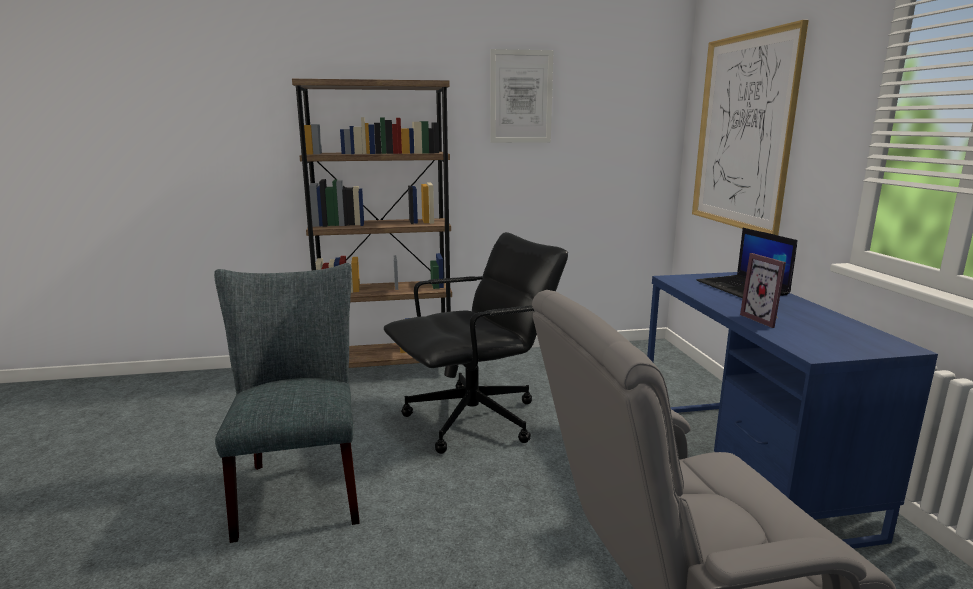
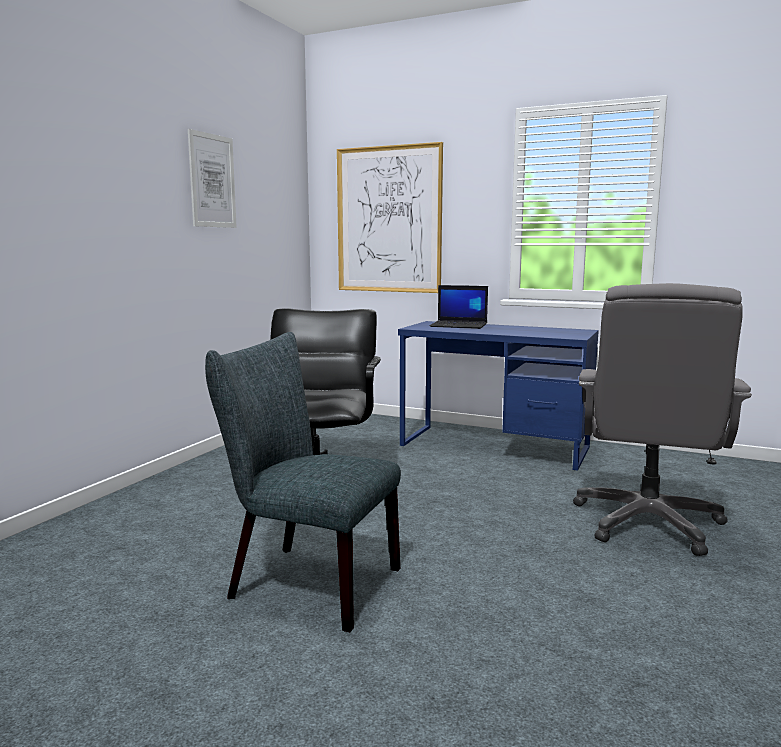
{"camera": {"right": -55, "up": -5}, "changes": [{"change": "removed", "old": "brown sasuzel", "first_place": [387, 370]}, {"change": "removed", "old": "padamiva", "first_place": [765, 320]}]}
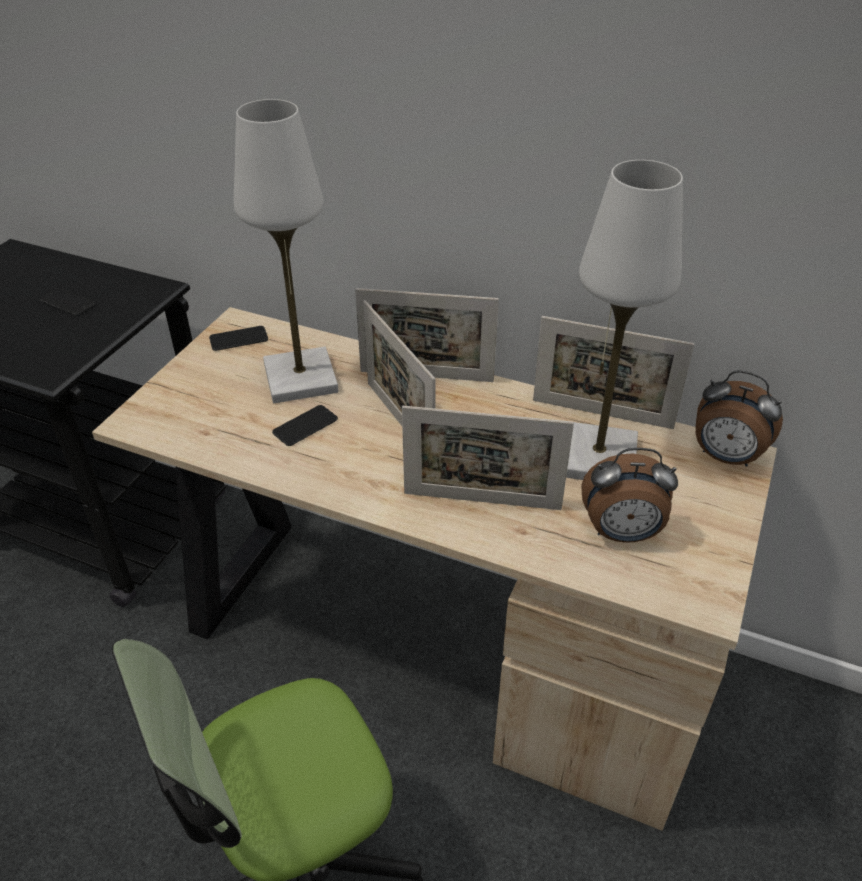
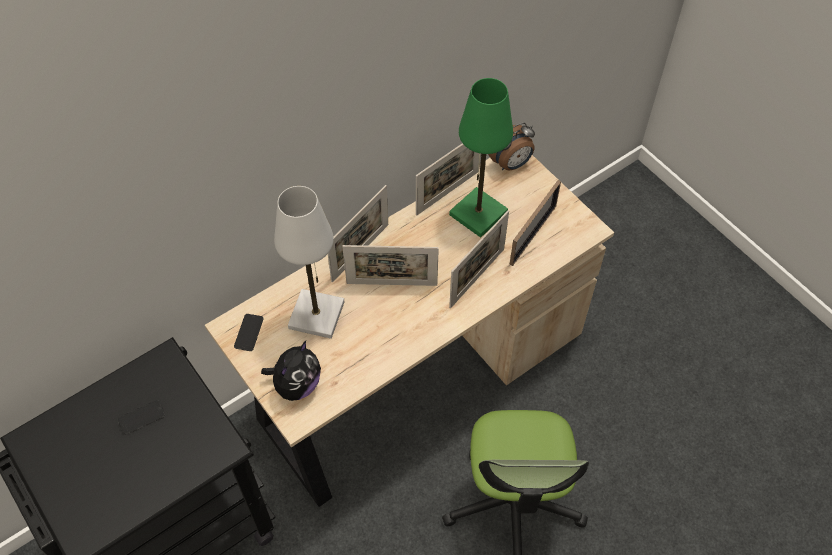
{"camera": {"right": -60, "up": 15}, "changes": [{"change": "recoloured", "old": "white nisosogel", "new": "green nisosogel", "first_place": [597, 458], "second_place": [478, 214]}, {"change": "removed", "old": "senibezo", "first_place": [305, 426]}, {"change": "replaced", "old": "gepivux", "new": "padamiva", "first_place": [621, 533], "second_place": [533, 234]}, {"change": "added", "new": "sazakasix", "second_place": [296, 385]}]}
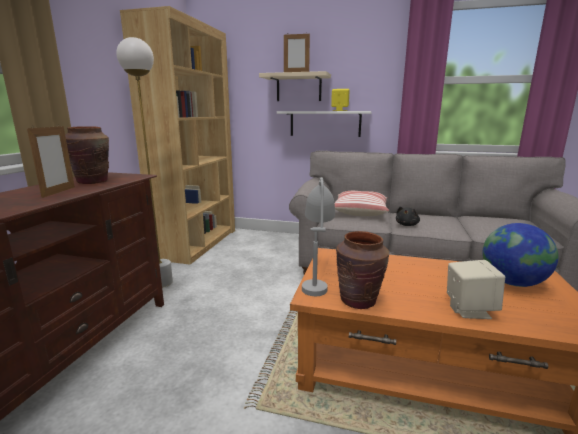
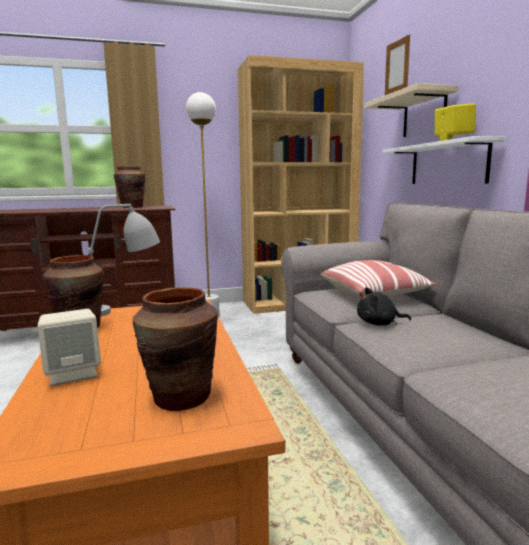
{"camera": {"right": 60, "up": -5}, "changes": [{"change": "removed", "old": "padamiva", "first_place": [59, 192]}, {"change": "replaced", "old": "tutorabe", "new": "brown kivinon", "first_place": [512, 283], "second_place": [181, 398]}]}
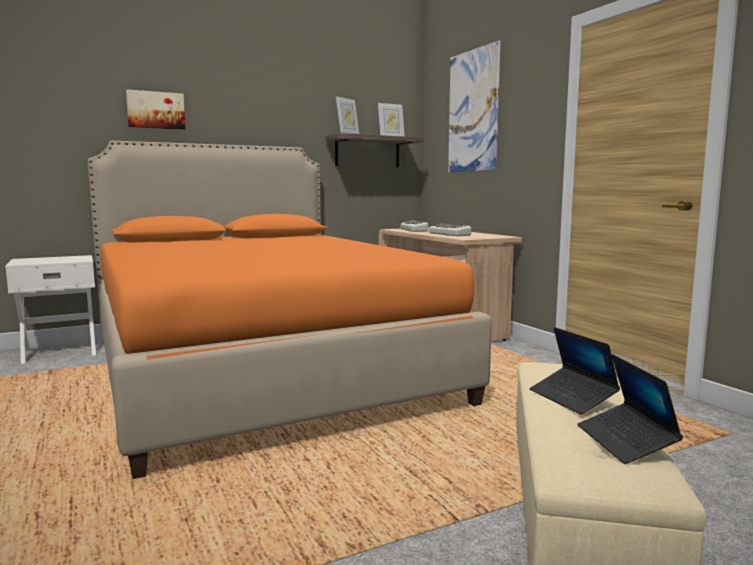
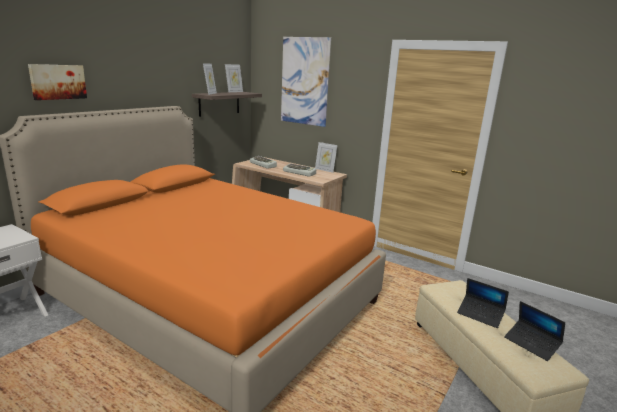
{"camera": {"right": -30, "up": 10}, "changes": [{"change": "added", "new": "padamiva", "second_place": [325, 170]}]}
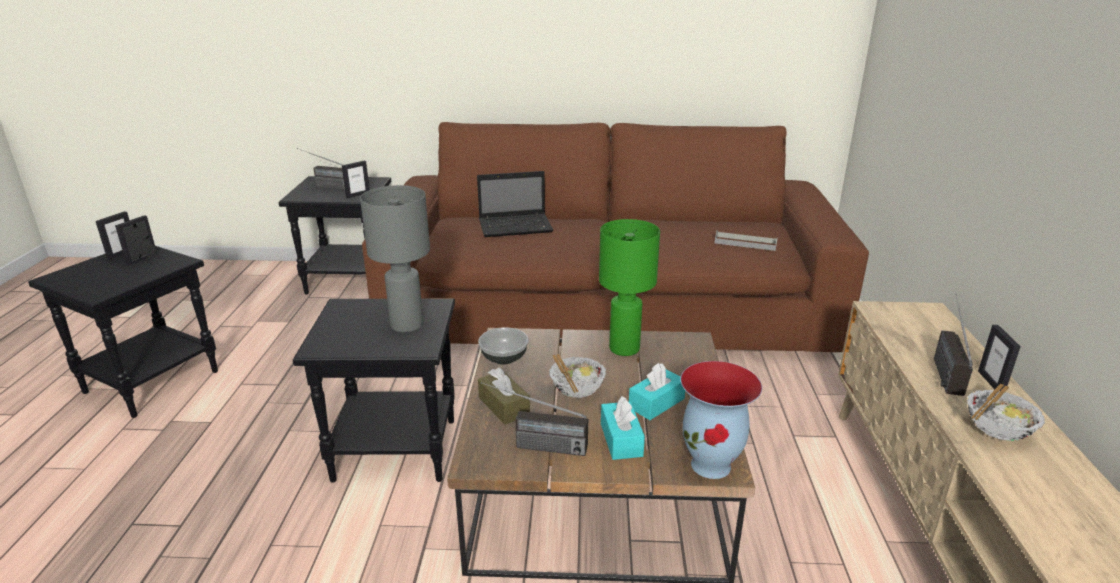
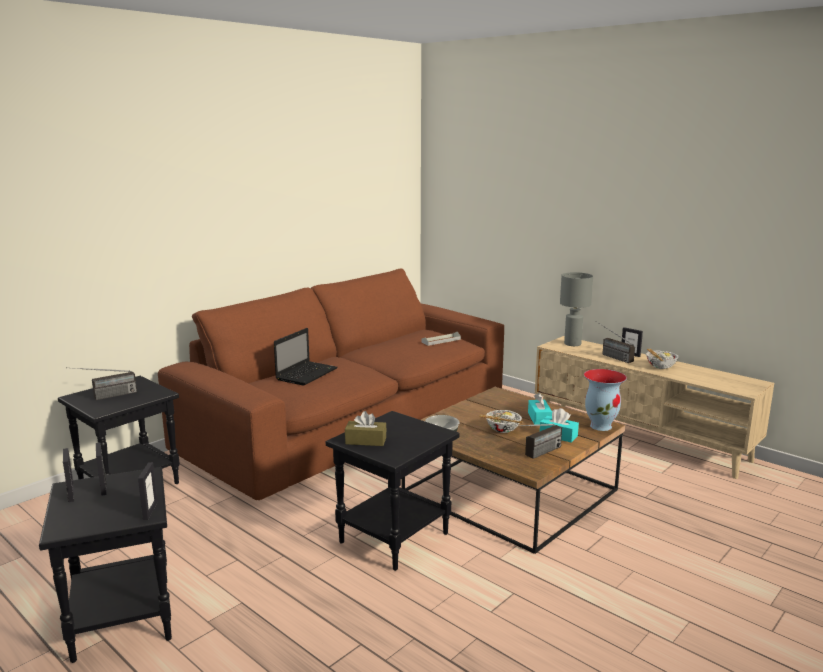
{"camera": {"right": -50, "up": -10}, "changes": [{"change": "moved", "old": "padamiva", "first_place": [358, 195], "second_place": [150, 510]}, {"change": "moved", "old": "grey nisosogel", "first_place": [407, 325], "second_place": [573, 344]}, {"change": "removed", "old": "green nisosogel", "first_place": [624, 349]}, {"change": "moved", "old": "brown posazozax", "first_place": [504, 406], "second_place": [366, 441]}]}
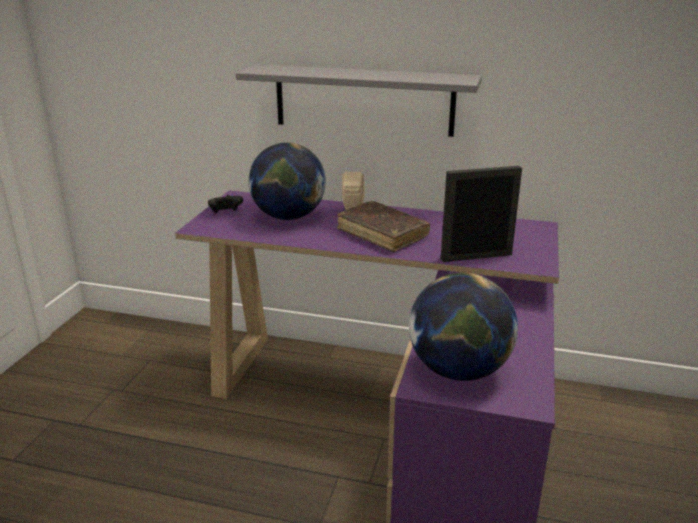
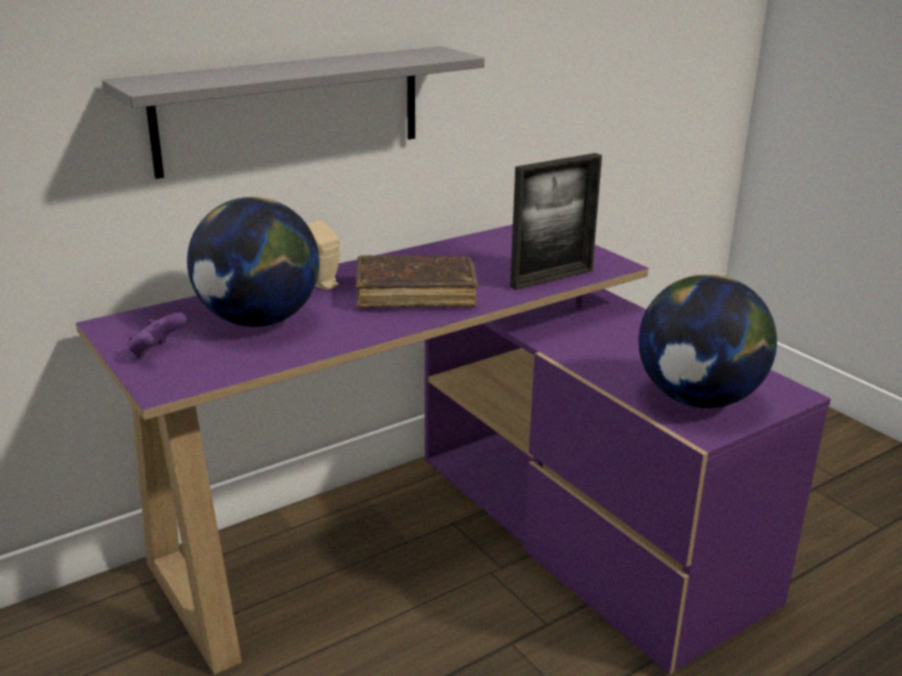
{"camera": {"right": -50, "up": 0}, "changes": [{"change": "turned", "old": "padamiva", "first_place": [476, 257], "second_place": [552, 278], "degrees": -150}, {"change": "recoloured", "old": "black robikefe", "new": "purple robikefe", "first_place": [226, 213], "second_place": [157, 352]}]}
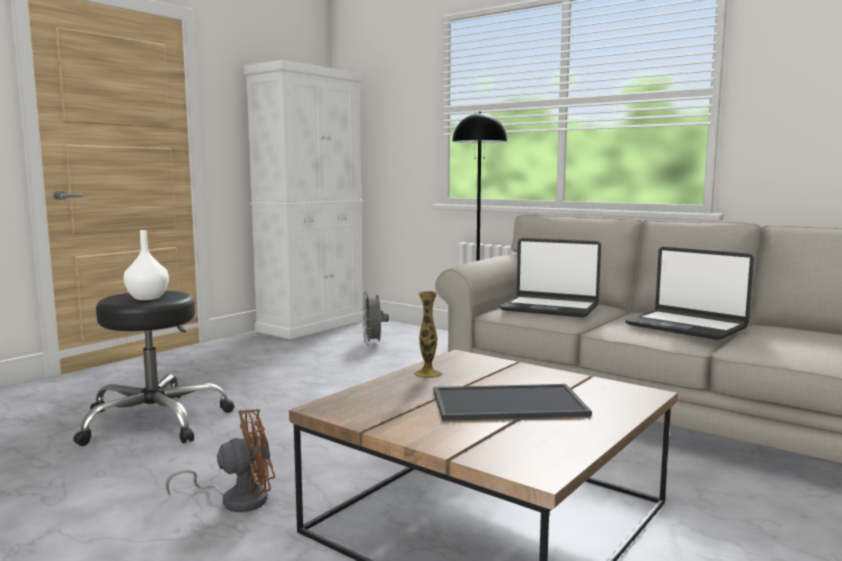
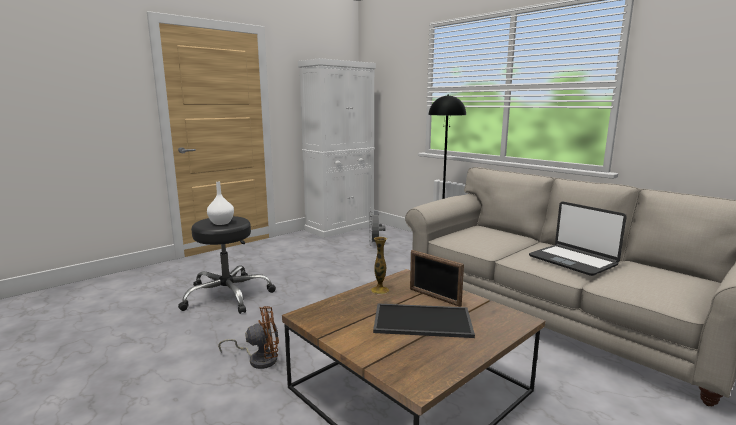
{"camera": {"right": 10, "up": 5}, "changes": [{"change": "removed", "old": "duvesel", "first_place": [550, 308]}, {"change": "added", "new": "padamiva", "second_place": [434, 297]}]}
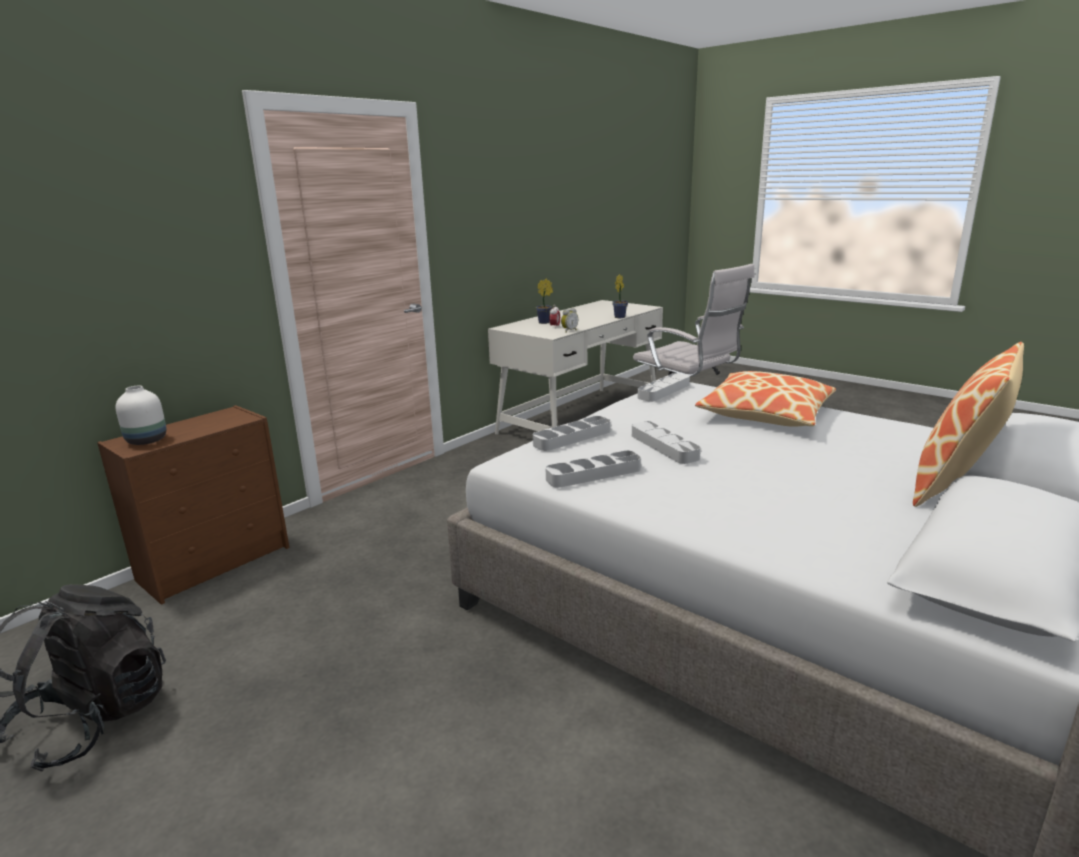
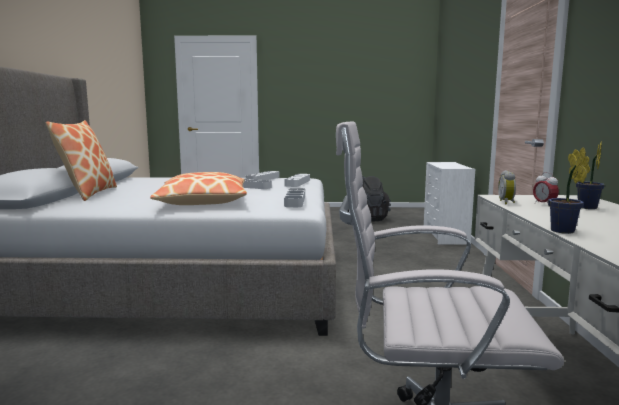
{"camera": {"right": 140, "up": -10}, "changes": [{"change": "removed", "old": "white kivinon", "first_place": [147, 441]}, {"change": "recoloured", "old": "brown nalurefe", "new": "white nalurefe", "first_place": [217, 563], "second_place": [445, 236]}]}
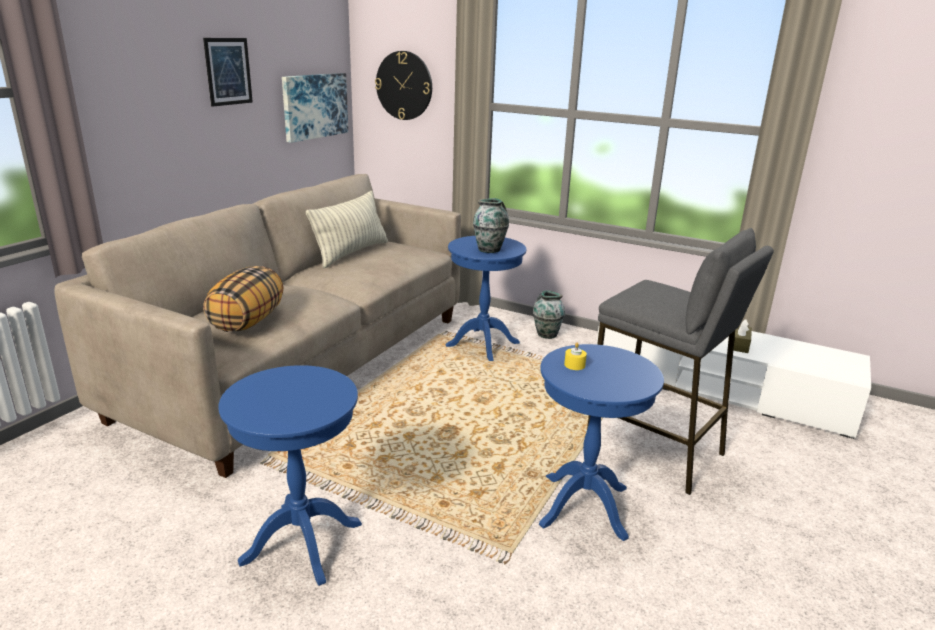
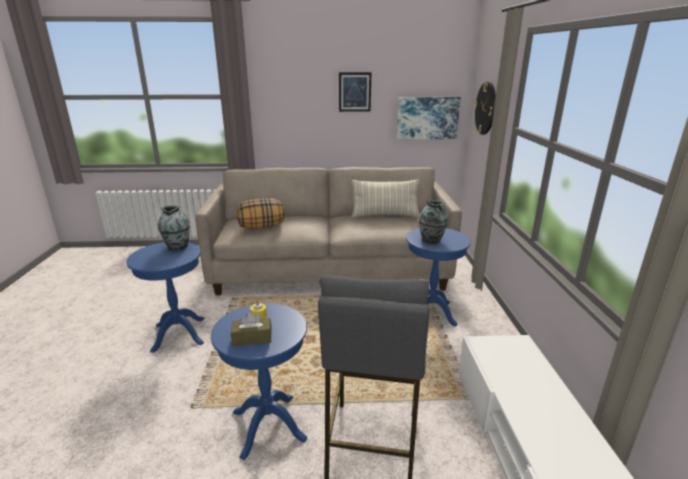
{"camera": {"right": 60, "up": 0}, "changes": [{"change": "moved", "old": "kivinon", "first_place": [546, 334], "second_place": [178, 247]}, {"change": "moved", "old": "brown posazozax", "first_place": [739, 345], "second_place": [252, 338]}]}
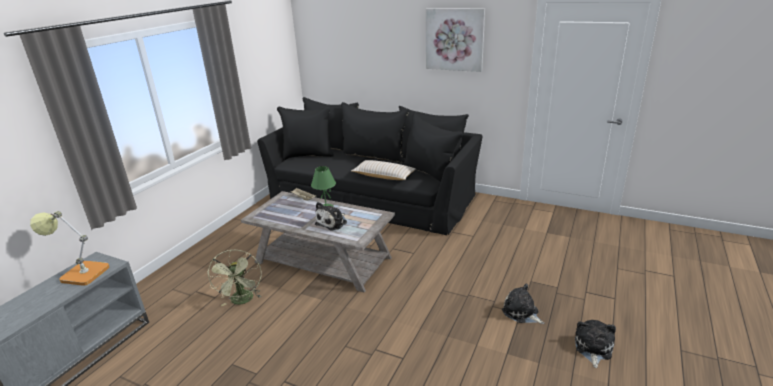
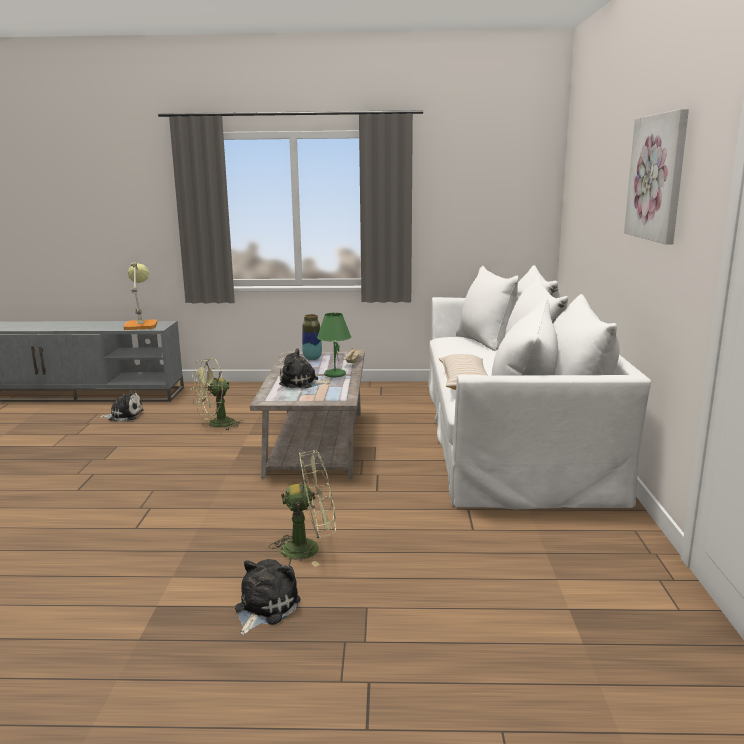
{"camera": {"right": 65, "up": -10}, "changes": [{"change": "recoloured", "old": "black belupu", "new": "white belupu", "first_place": [372, 197], "second_place": [508, 433]}, {"change": "moved", "old": "sazakasix", "first_place": [593, 348], "second_place": [124, 415]}, {"change": "added", "new": "kivinon", "second_place": [312, 358]}, {"change": "added", "new": "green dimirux", "second_place": [309, 548]}]}
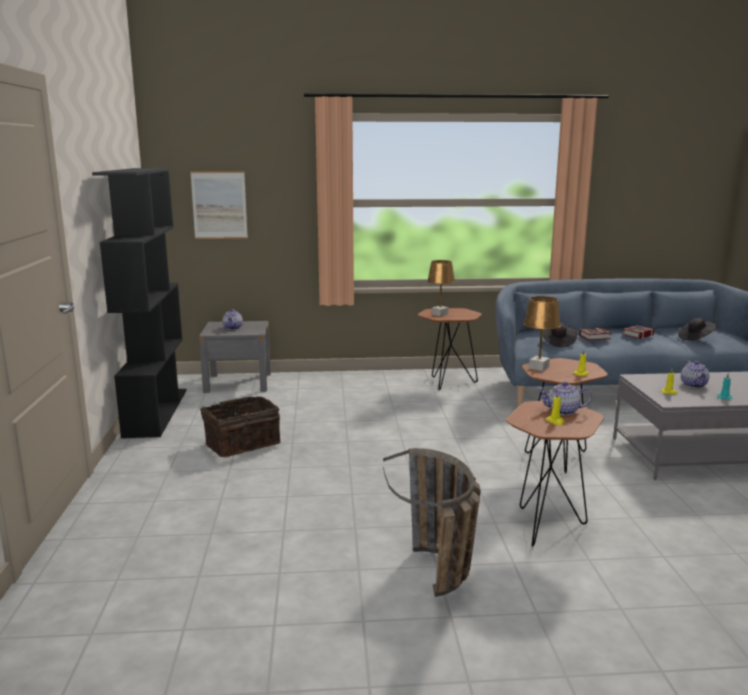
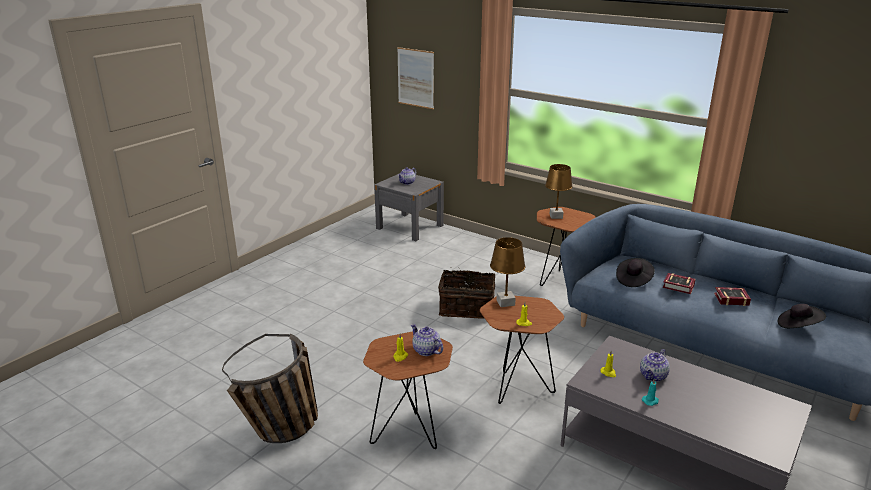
{"camera": {"right": 40, "up": 10}, "changes": [{"change": "removed", "old": "black sasuzel", "first_place": [156, 412]}, {"change": "moved", "old": "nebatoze", "first_place": [241, 444], "second_place": [466, 308]}]}
